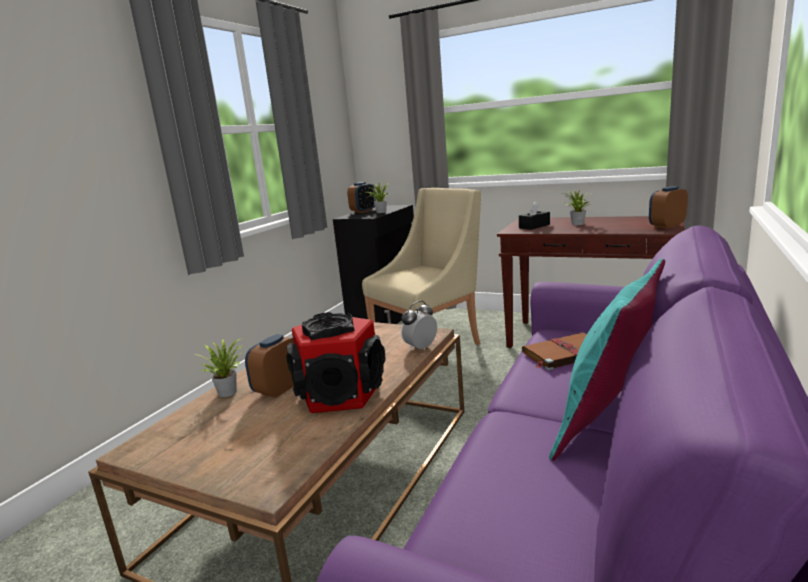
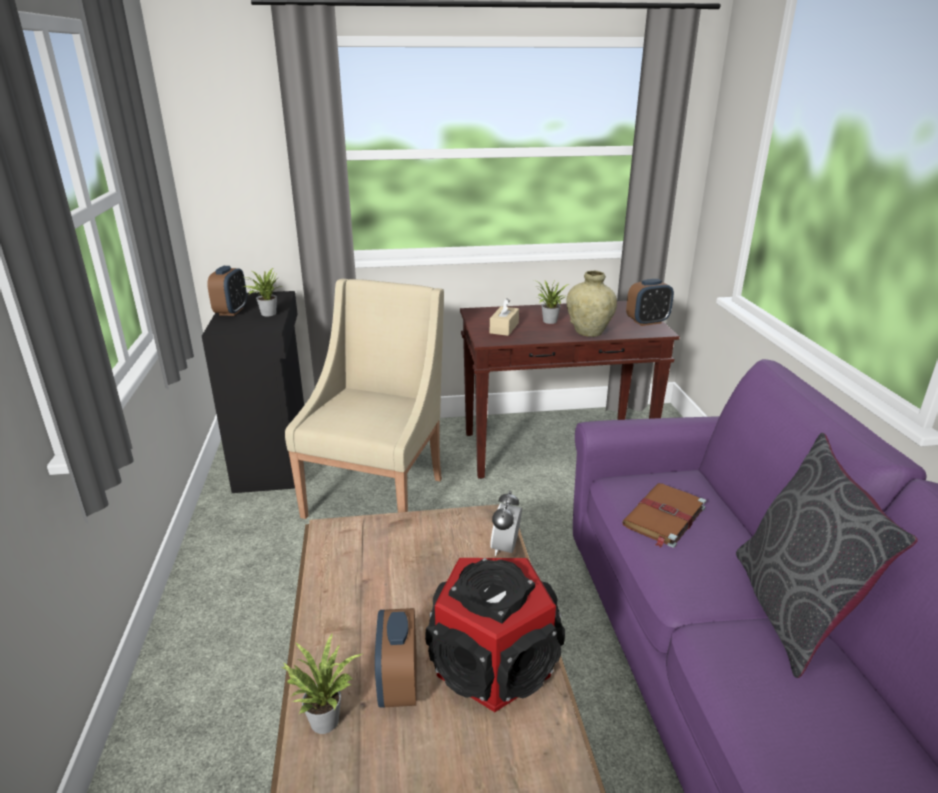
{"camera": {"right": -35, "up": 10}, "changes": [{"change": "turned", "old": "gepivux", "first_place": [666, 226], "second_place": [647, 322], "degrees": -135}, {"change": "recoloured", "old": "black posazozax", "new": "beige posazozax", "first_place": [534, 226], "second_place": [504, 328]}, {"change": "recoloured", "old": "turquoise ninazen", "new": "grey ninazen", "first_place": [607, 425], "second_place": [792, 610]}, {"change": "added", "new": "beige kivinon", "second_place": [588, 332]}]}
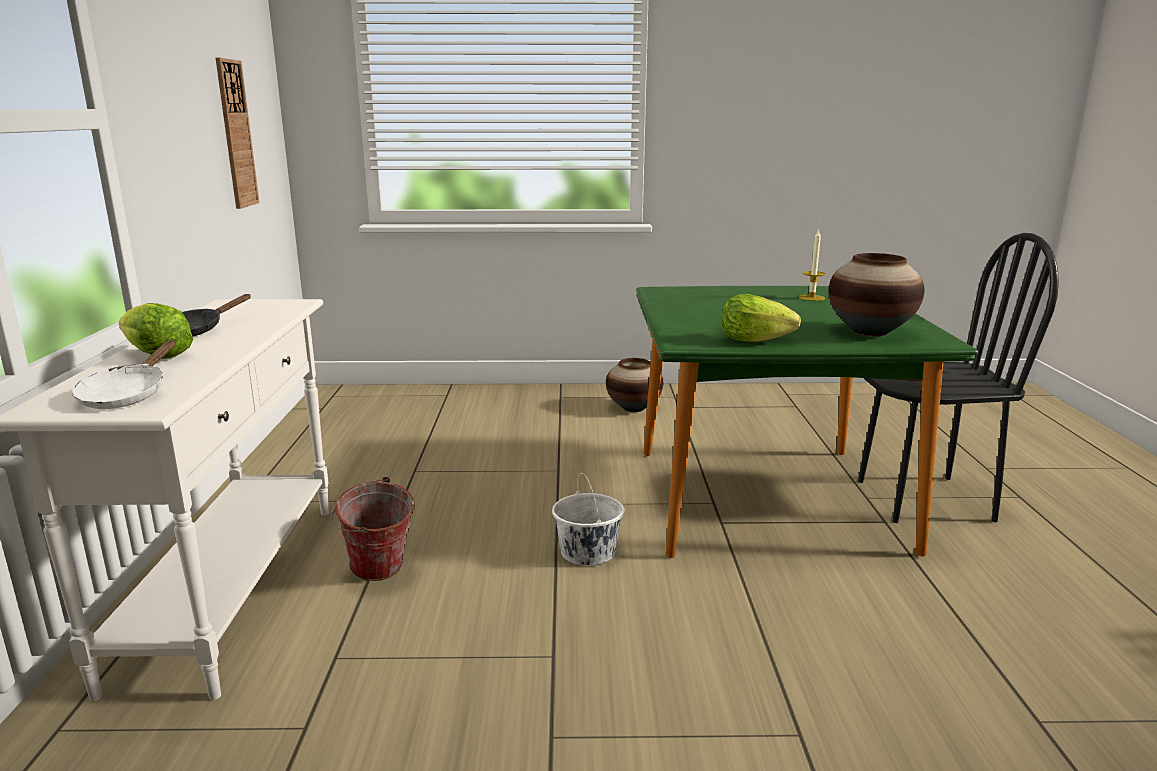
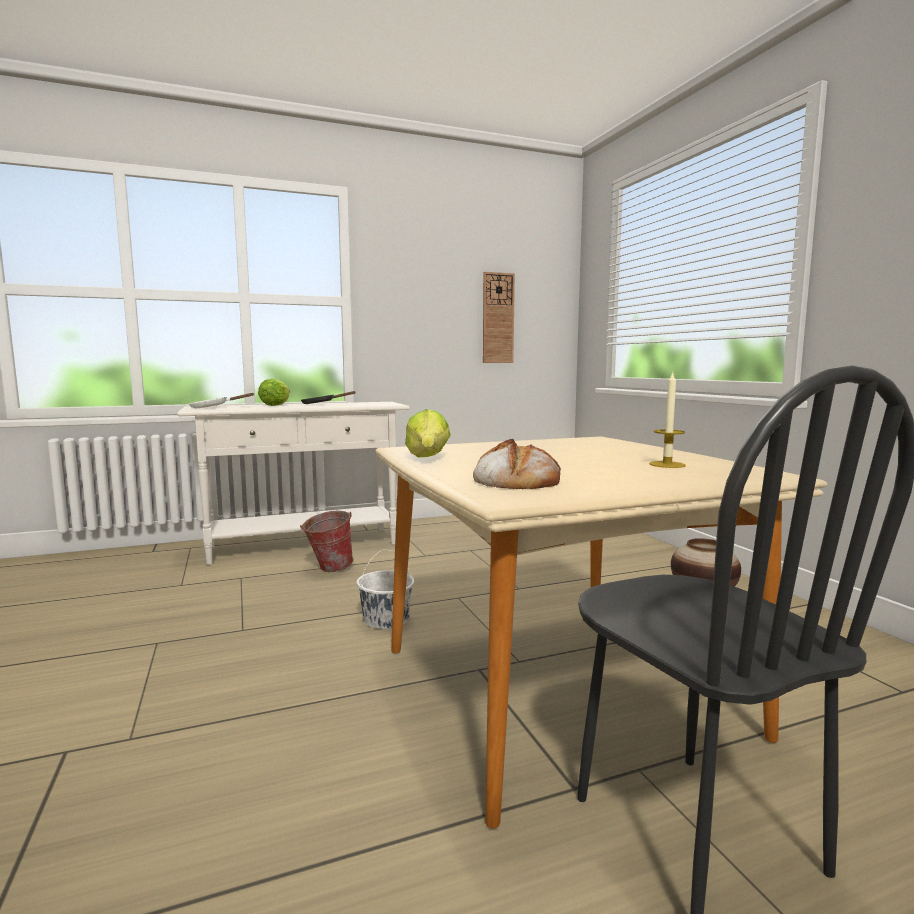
{"camera": {"right": 70, "up": -10}, "changes": [{"change": "replaced", "old": "kivinon", "new": "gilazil", "first_place": [870, 332], "second_place": [515, 480]}, {"change": "recoloured", "old": "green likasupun", "new": "beige likasupun", "first_place": [764, 498], "second_place": [557, 689]}]}
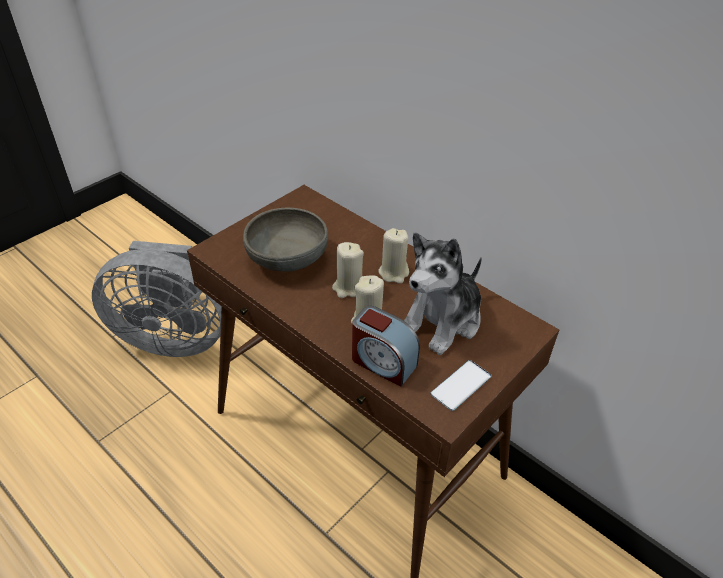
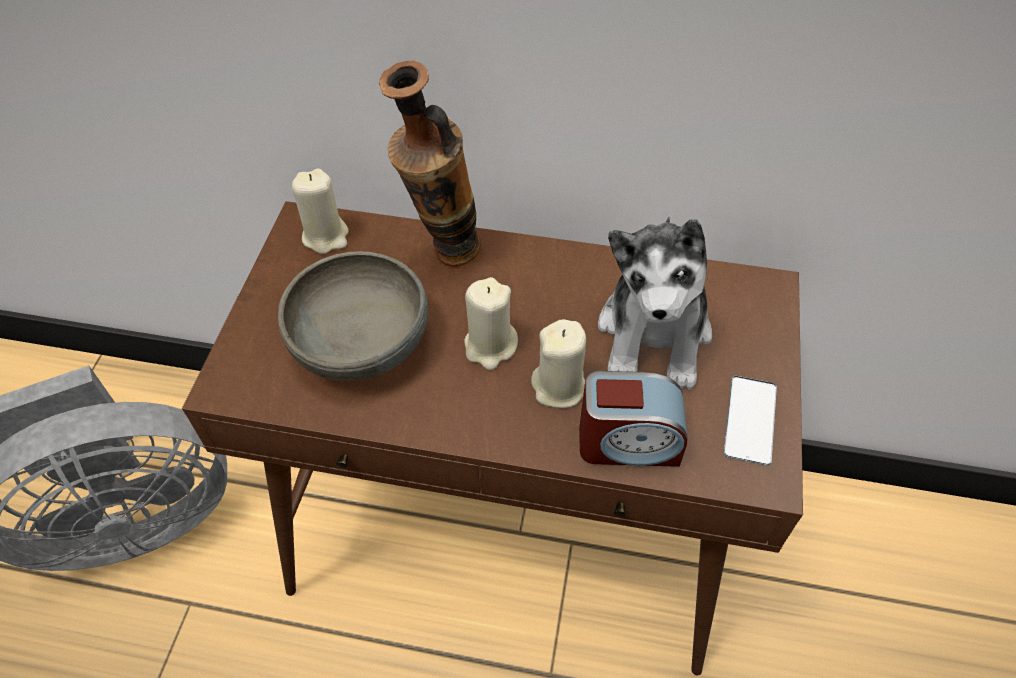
{"camera": {"right": -30, "up": 10}, "changes": [{"change": "moved", "old": "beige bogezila", "first_place": [393, 273], "second_place": [326, 236]}, {"change": "added", "new": "kivinon", "second_place": [443, 257]}]}
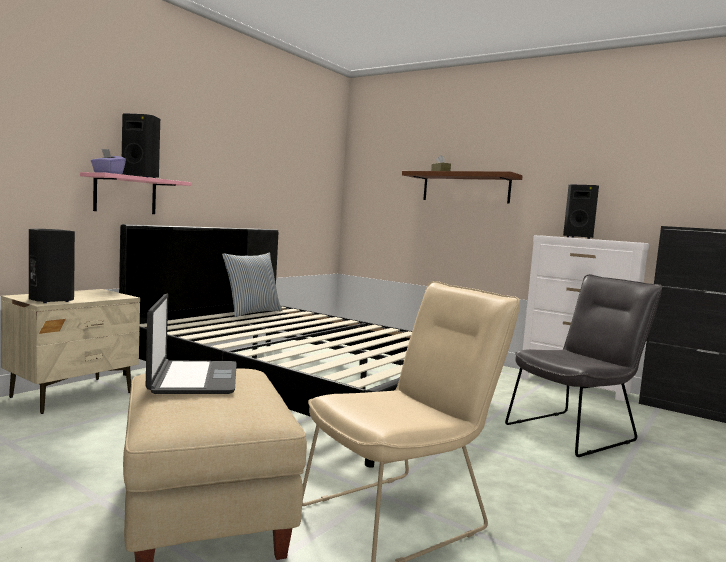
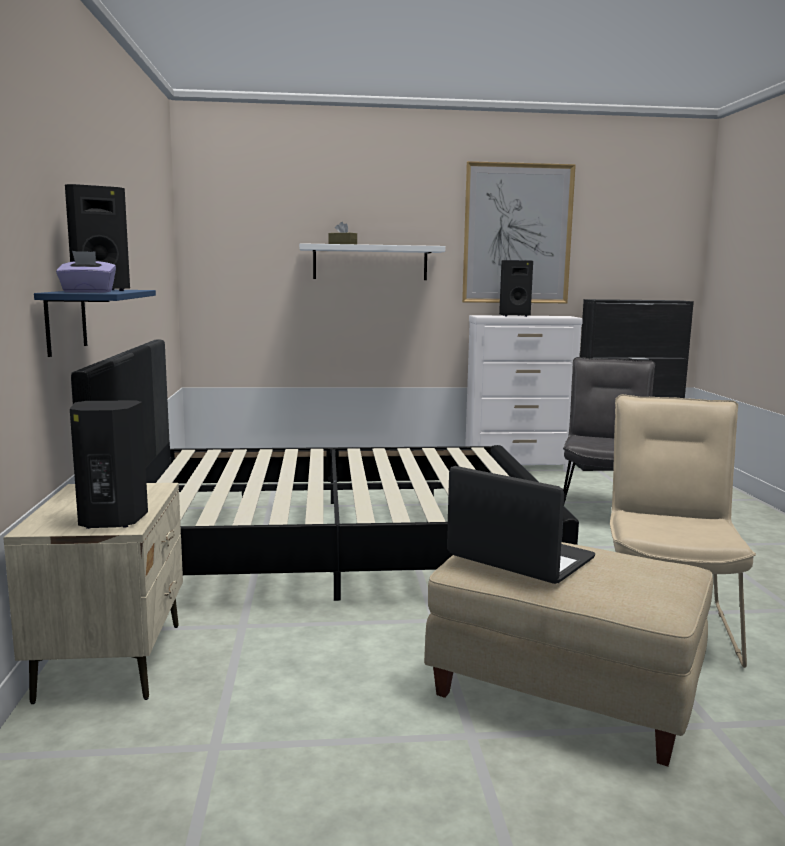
{"camera": {"right": -40, "up": 5}, "changes": [{"change": "recoloured", "old": "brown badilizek", "new": "white badilizek", "first_place": [465, 188], "second_place": [370, 262]}, {"change": "recoloured", "old": "pink badilizek", "new": "blue badilizek", "first_place": [125, 195], "second_place": [65, 321]}, {"change": "removed", "old": "ninazen", "first_place": [252, 312]}, {"change": "added", "new": "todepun", "second_place": [517, 234]}]}
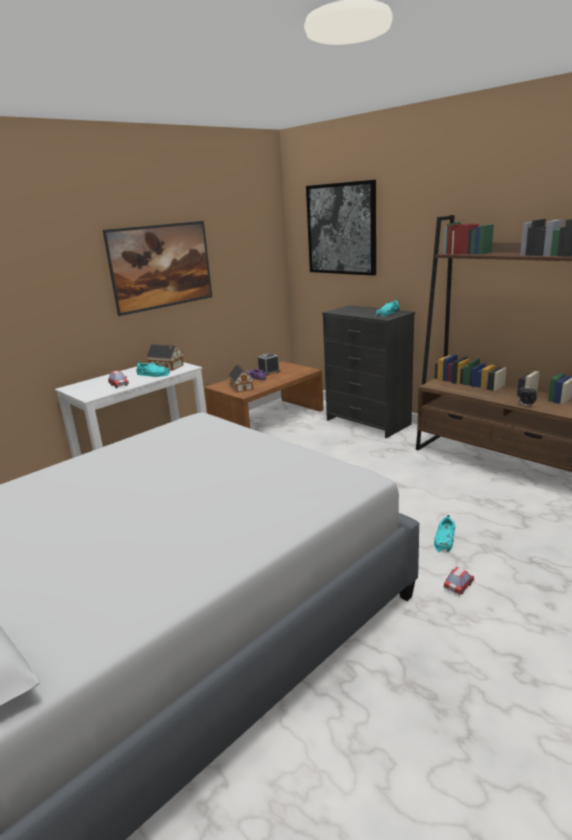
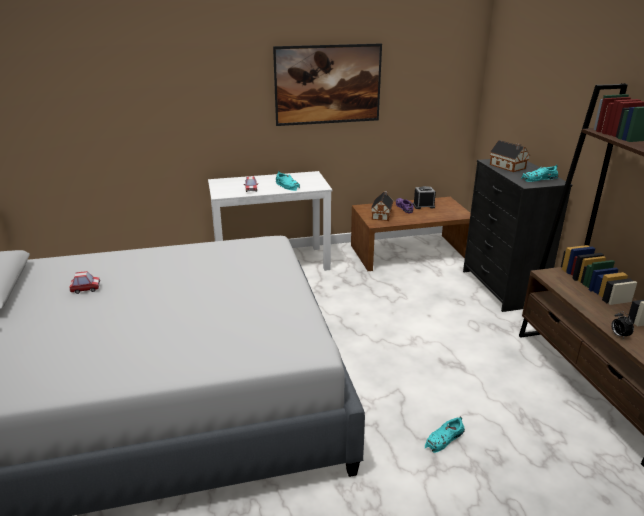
{"camera": {"right": 30, "up": 5}, "changes": [{"change": "removed", "old": "todepun", "first_place": [341, 229]}, {"change": "moved", "old": "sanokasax", "first_place": [167, 367], "second_place": [508, 167]}, {"change": "moved", "old": "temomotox", "first_place": [458, 586], "second_place": [86, 289]}]}
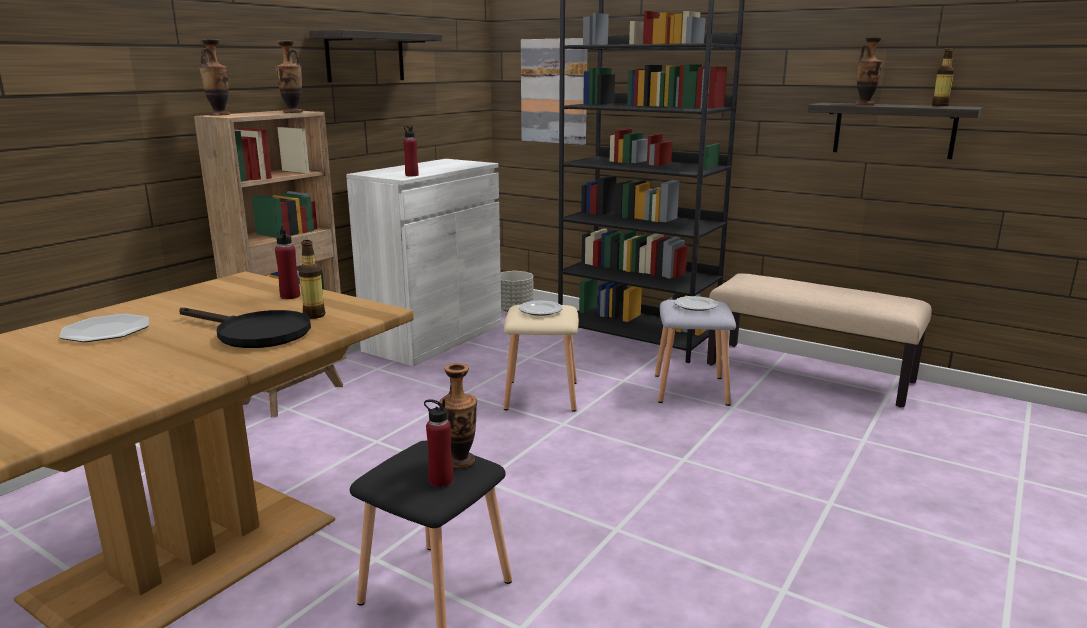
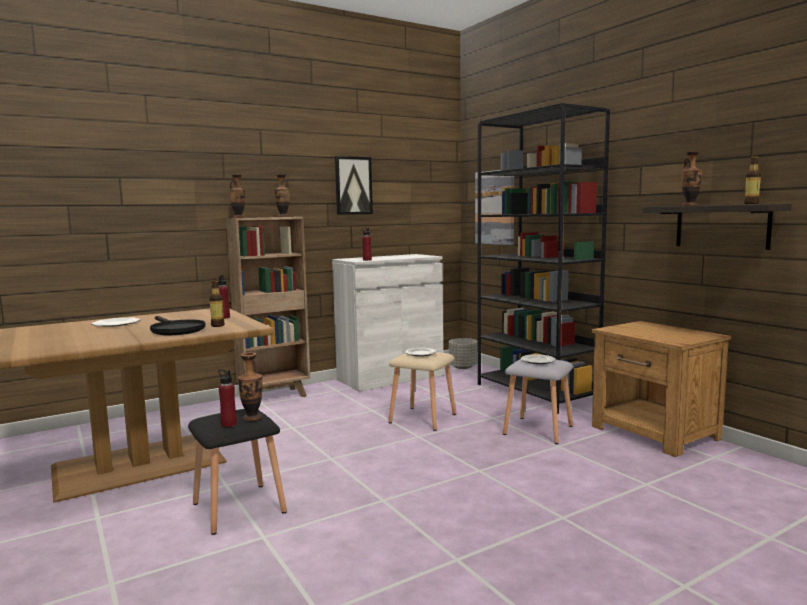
{"camera": {"right": 25, "up": -10}, "changes": [{"change": "replaced", "old": "badilizek", "new": "todepun", "first_place": [365, 57], "second_place": [353, 185]}, {"change": "replaced", "old": "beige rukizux", "new": "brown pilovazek", "first_place": [809, 373], "second_place": [655, 433]}]}
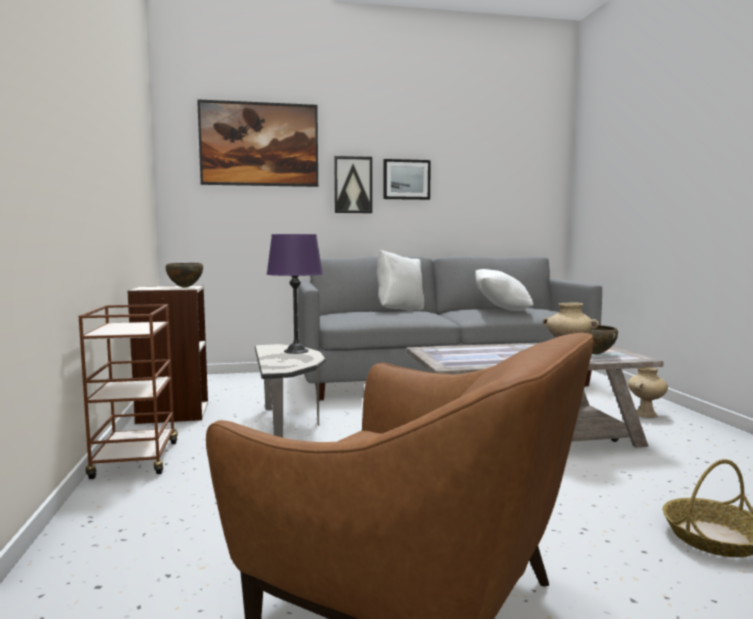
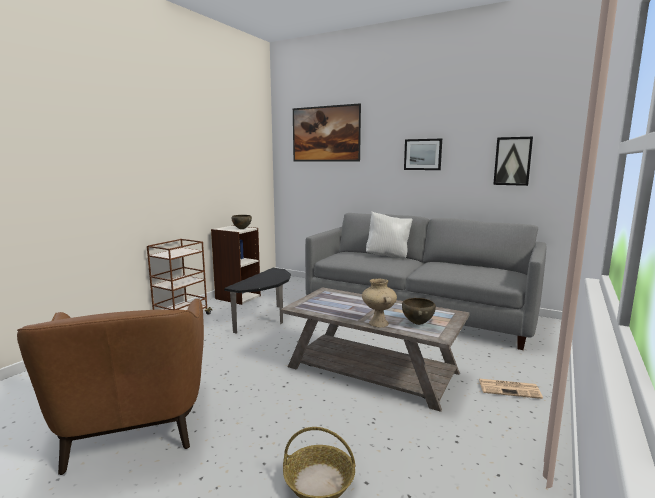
{"camera": {"right": 40, "up": 5}, "changes": [{"change": "moved", "old": "todepun", "first_place": [353, 185], "second_place": [512, 161]}, {"change": "removed", "old": "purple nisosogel", "first_place": [296, 351]}, {"change": "removed", "old": "white ninazen", "first_place": [501, 310]}, {"change": "replaced", "old": "beige kivinon", "new": "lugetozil", "first_place": [645, 414], "second_place": [510, 389]}]}
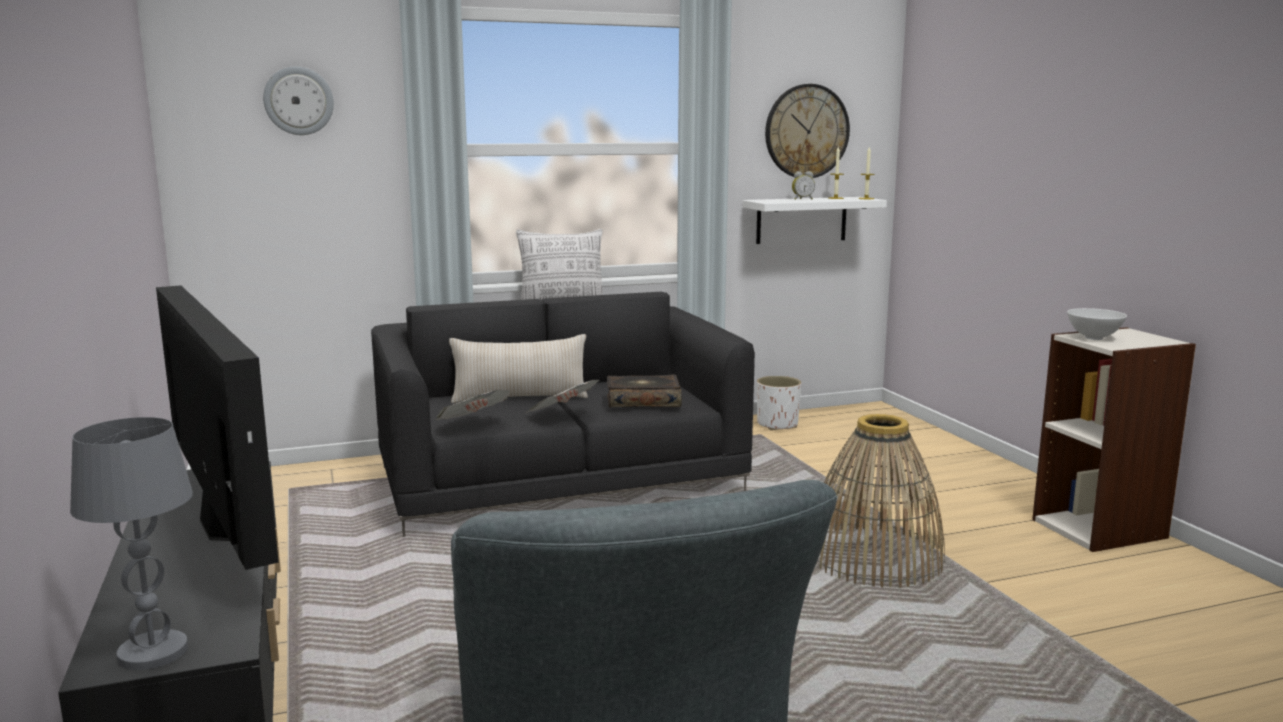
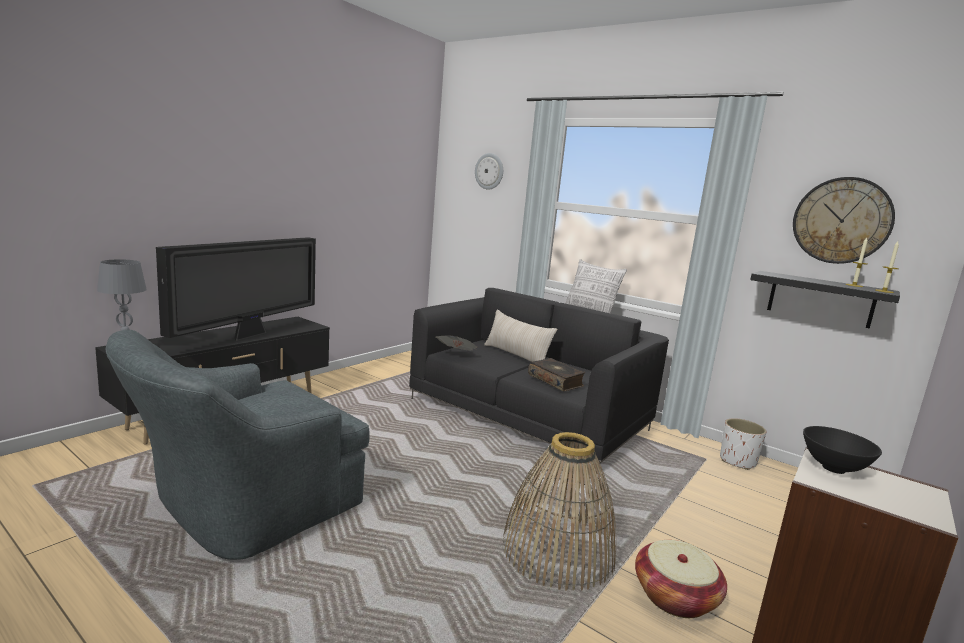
{"camera": {"right": 55, "up": 0}, "changes": [{"change": "removed", "old": "gepivux", "first_place": [802, 199]}, {"change": "recoloured", "old": "white badilizek", "new": "black badilizek", "first_place": [801, 220], "second_place": [820, 299]}, {"change": "recoloured", "old": "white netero", "new": "black netero", "first_place": [1093, 338], "second_place": [834, 468]}, {"change": "removed", "old": "lugetozil", "first_place": [562, 415]}, {"change": "added", "new": "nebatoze", "second_place": [675, 597]}]}
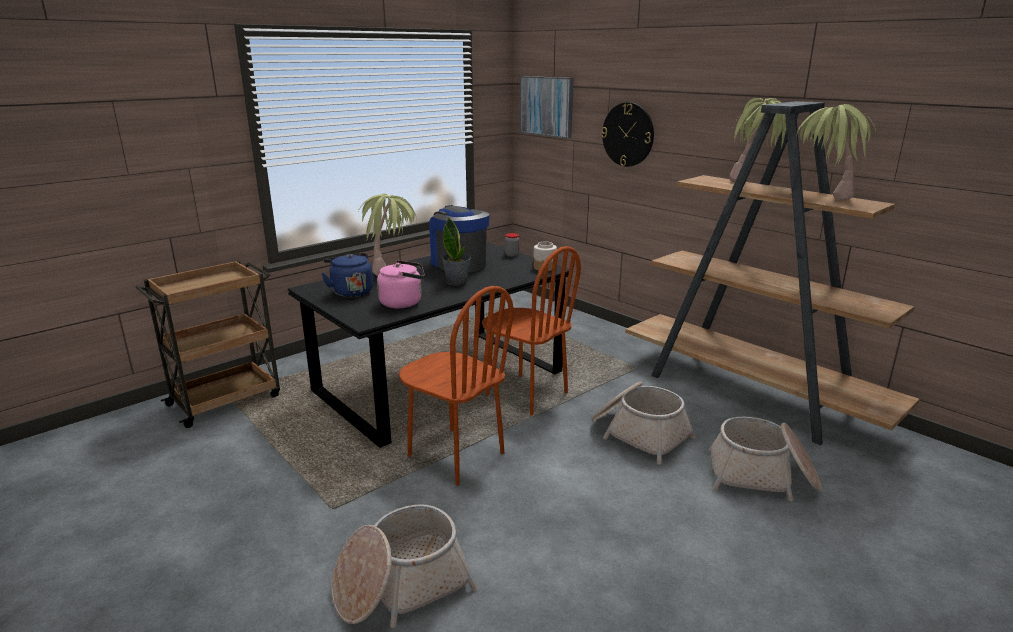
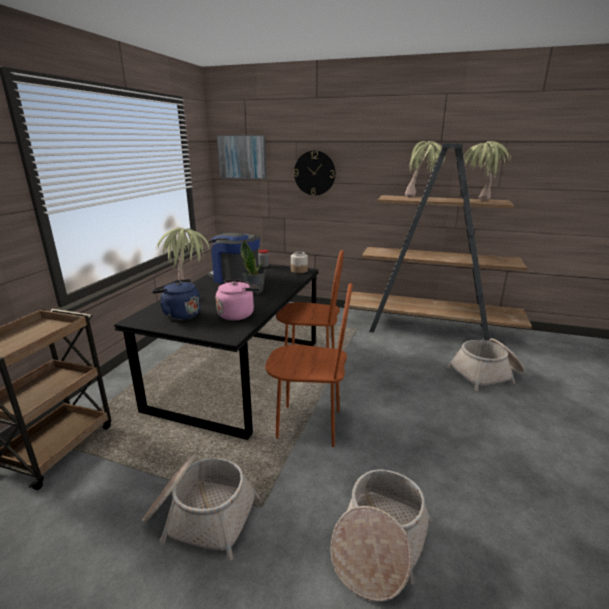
{"camera": {"right": -30, "up": 0}, "changes": [{"change": "moved", "old": "nebatoze", "first_place": [639, 433], "second_place": [200, 515]}]}
